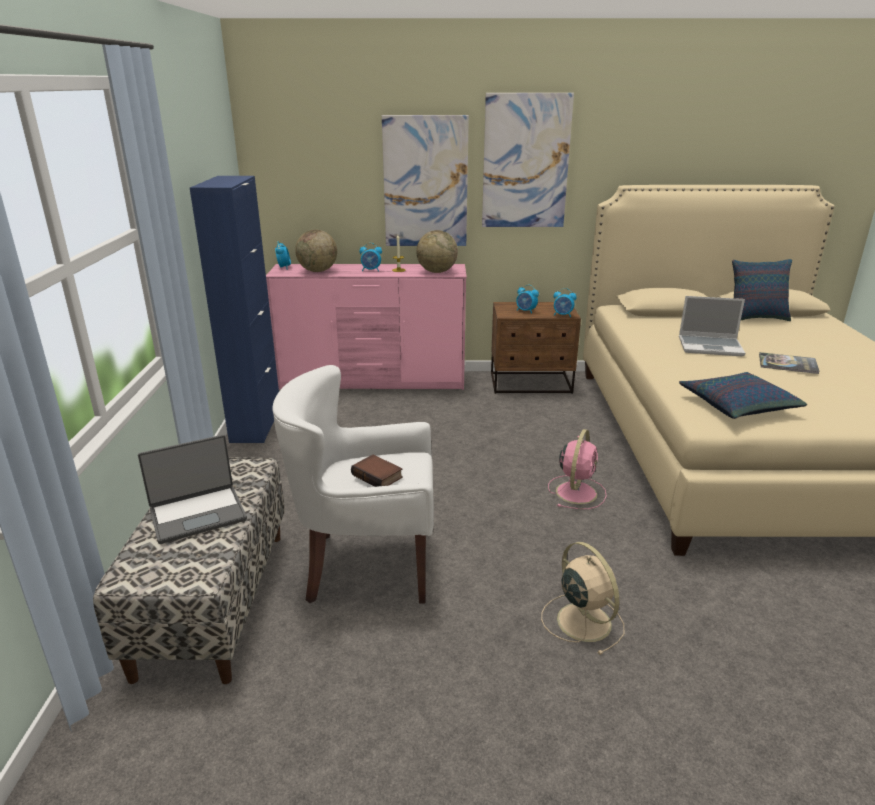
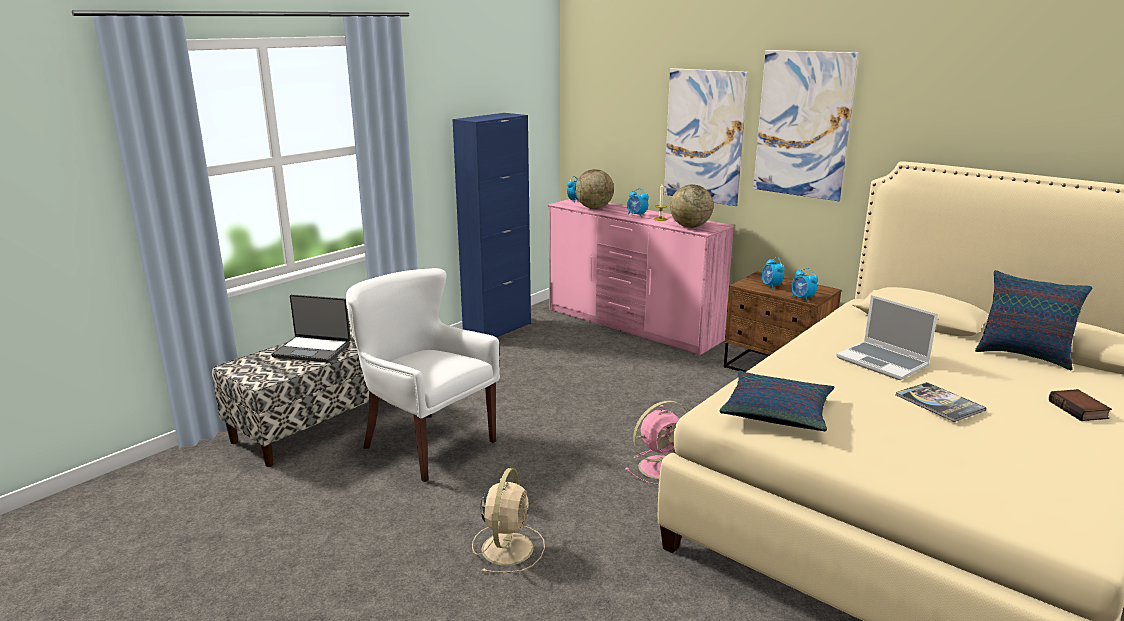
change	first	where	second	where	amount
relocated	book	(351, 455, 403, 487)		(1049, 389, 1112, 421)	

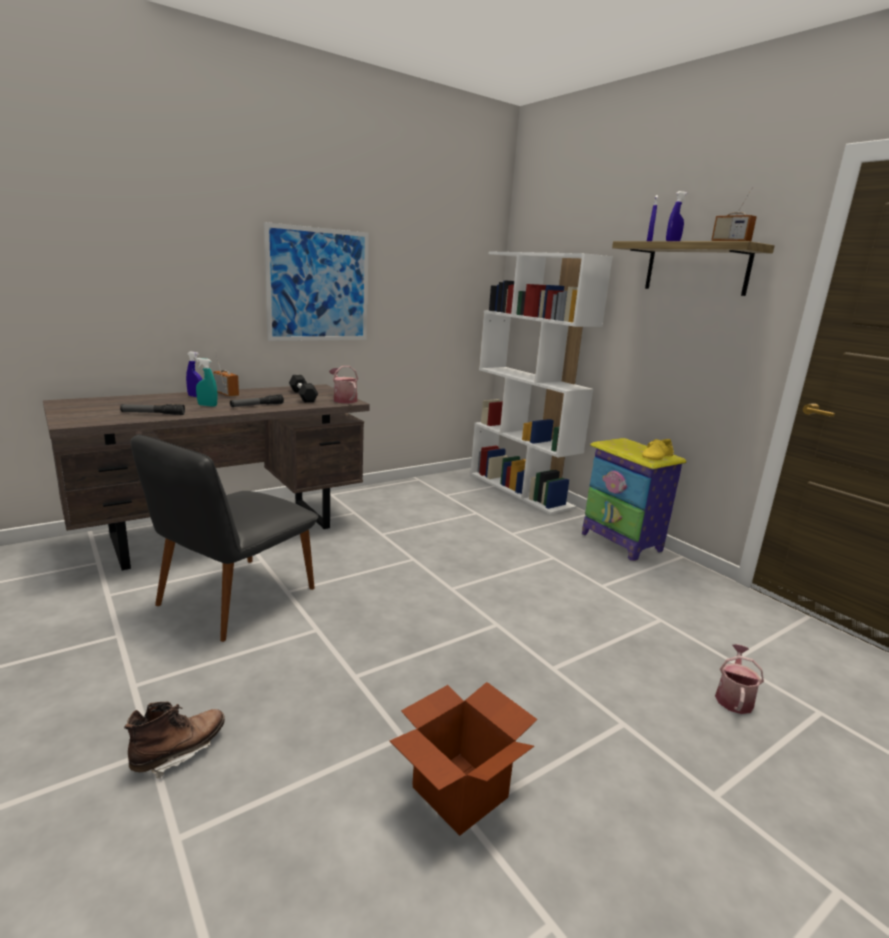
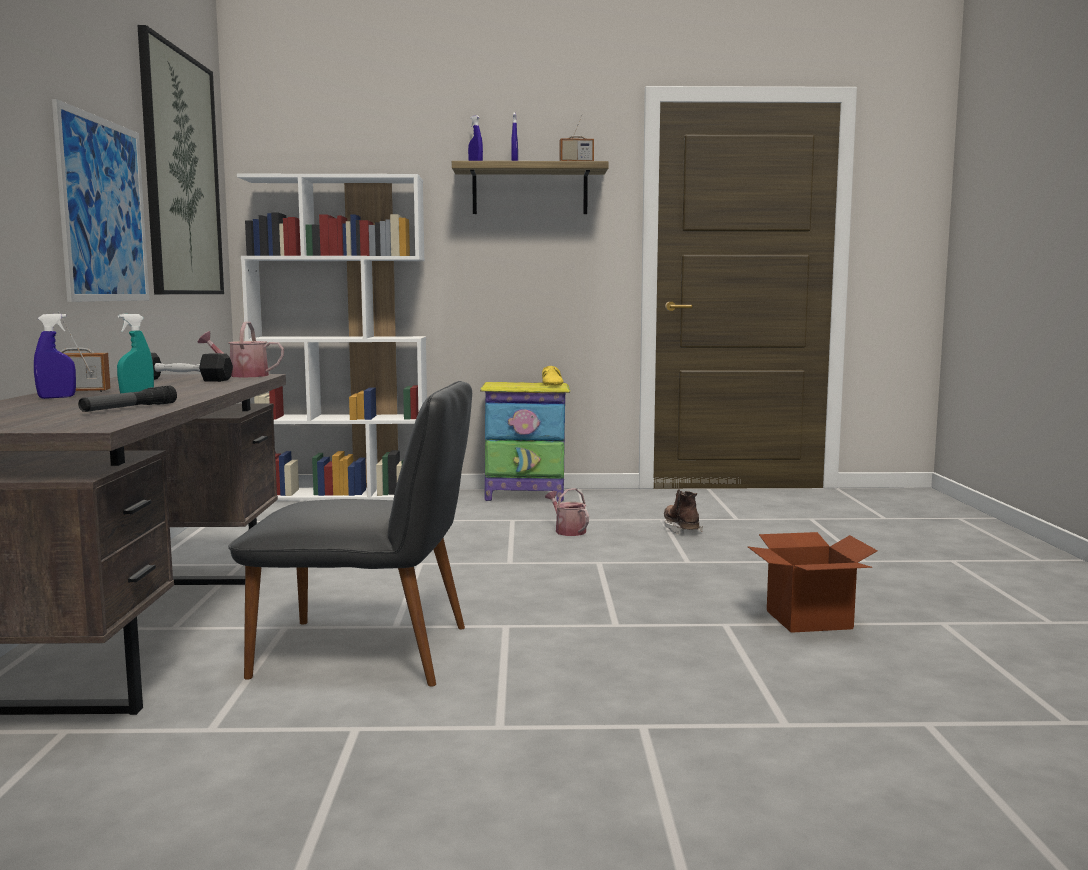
change	first	where	second	where	amount
relocated	boot/brown	(124, 702, 225, 779)		(664, 489, 703, 534)	
spun	chair/black	(131, 434, 318, 642)		(228, 381, 472, 687)	60 degrees counterclockwise
missing	flashlight	(230, 394, 284, 407)			
relocated	watering can	(715, 644, 764, 714)		(545, 488, 589, 536)	
appeared			picture	(137, 25, 224, 294)	

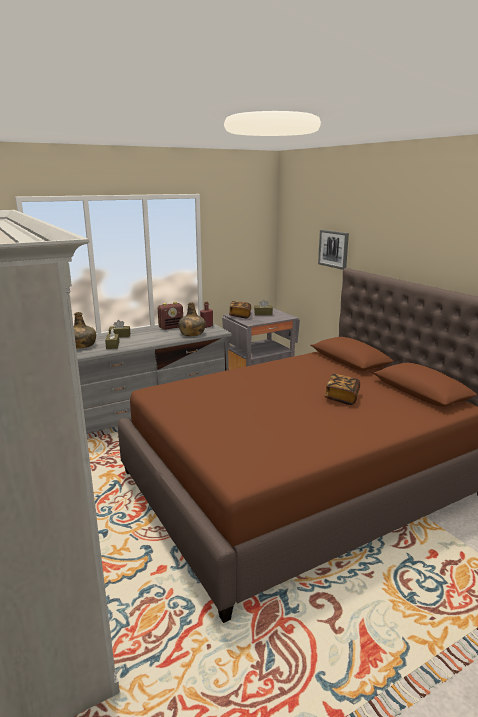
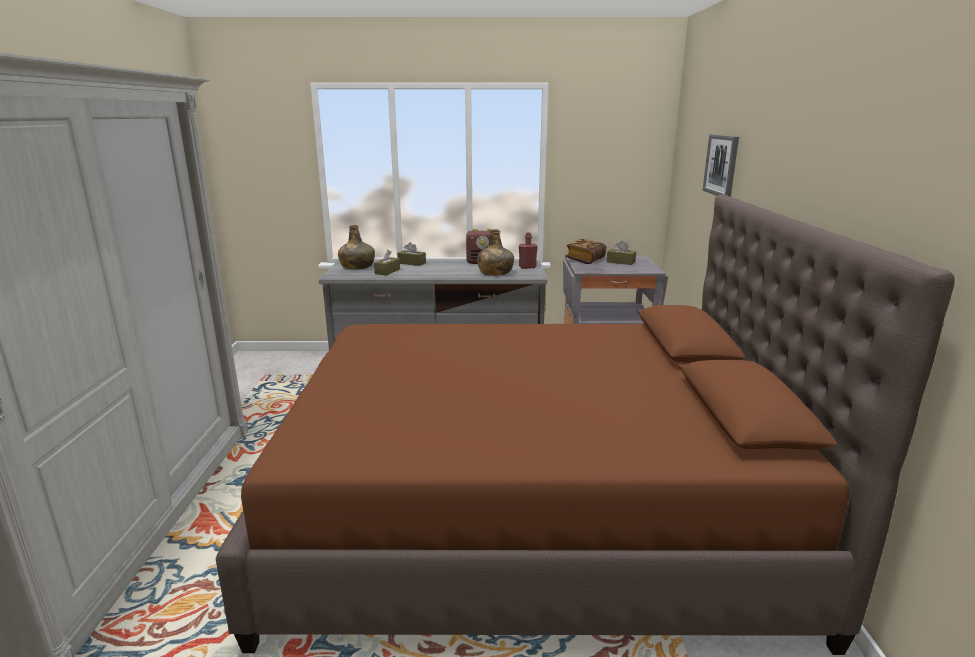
change	first	where	second	where	amount
missing	book	(324, 374, 360, 405)			

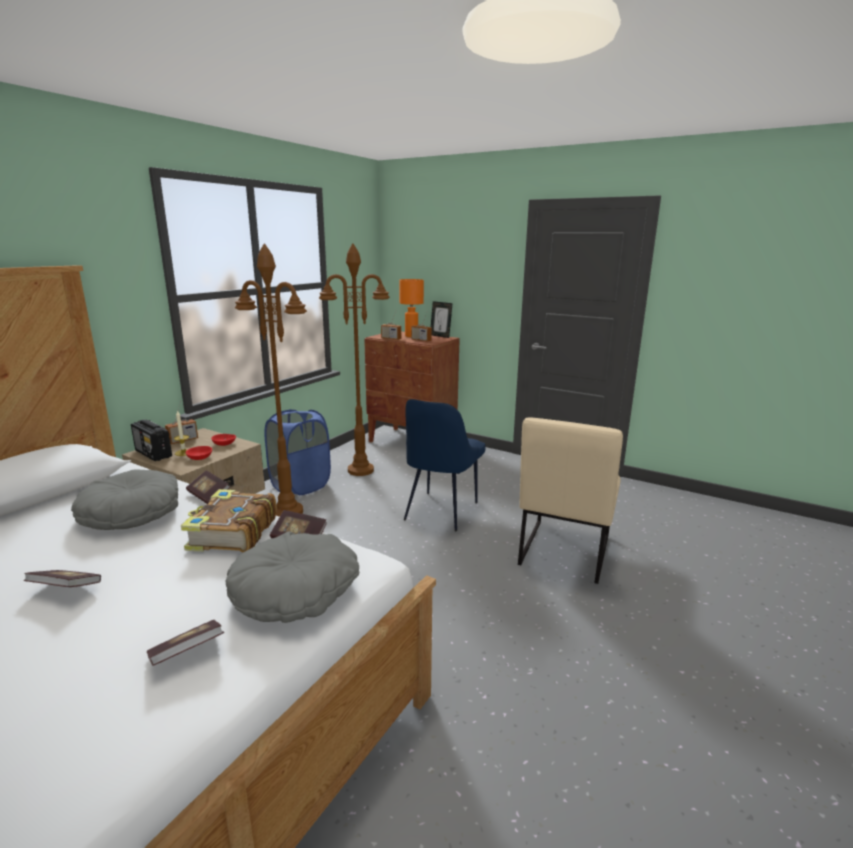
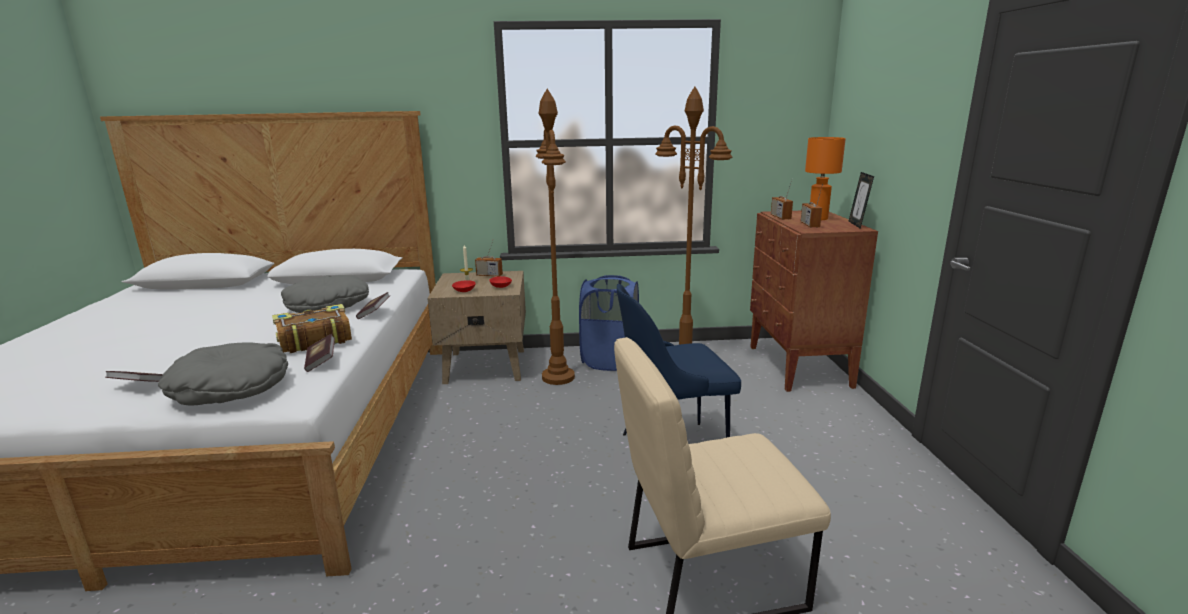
change	first	where	second	where	amount
missing	book	(24, 570, 101, 587)			
missing	radio	(131, 420, 172, 461)			

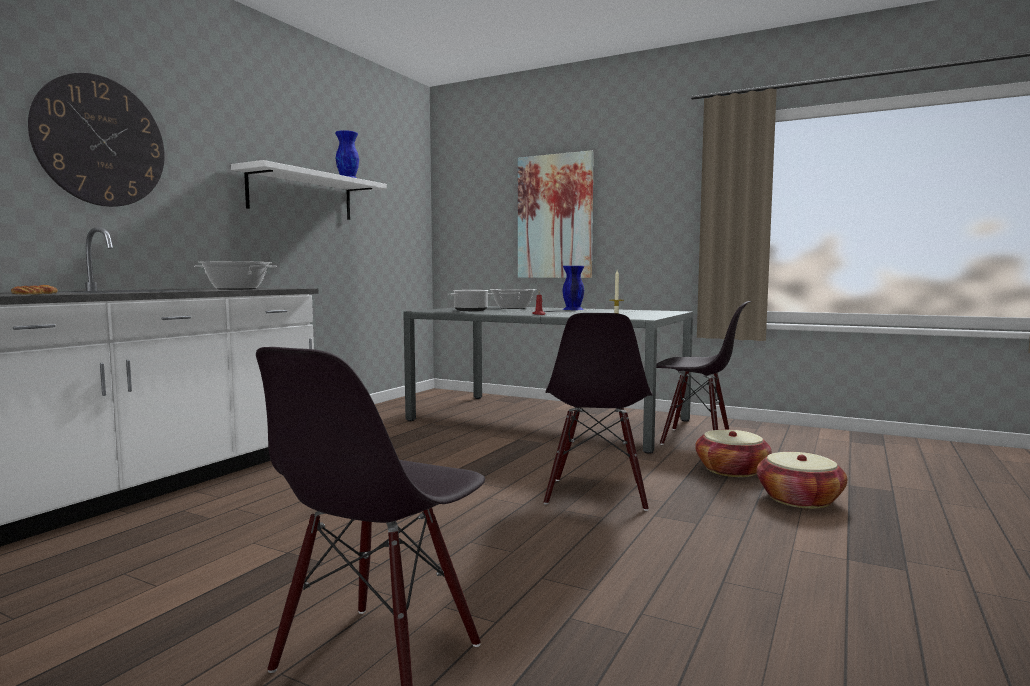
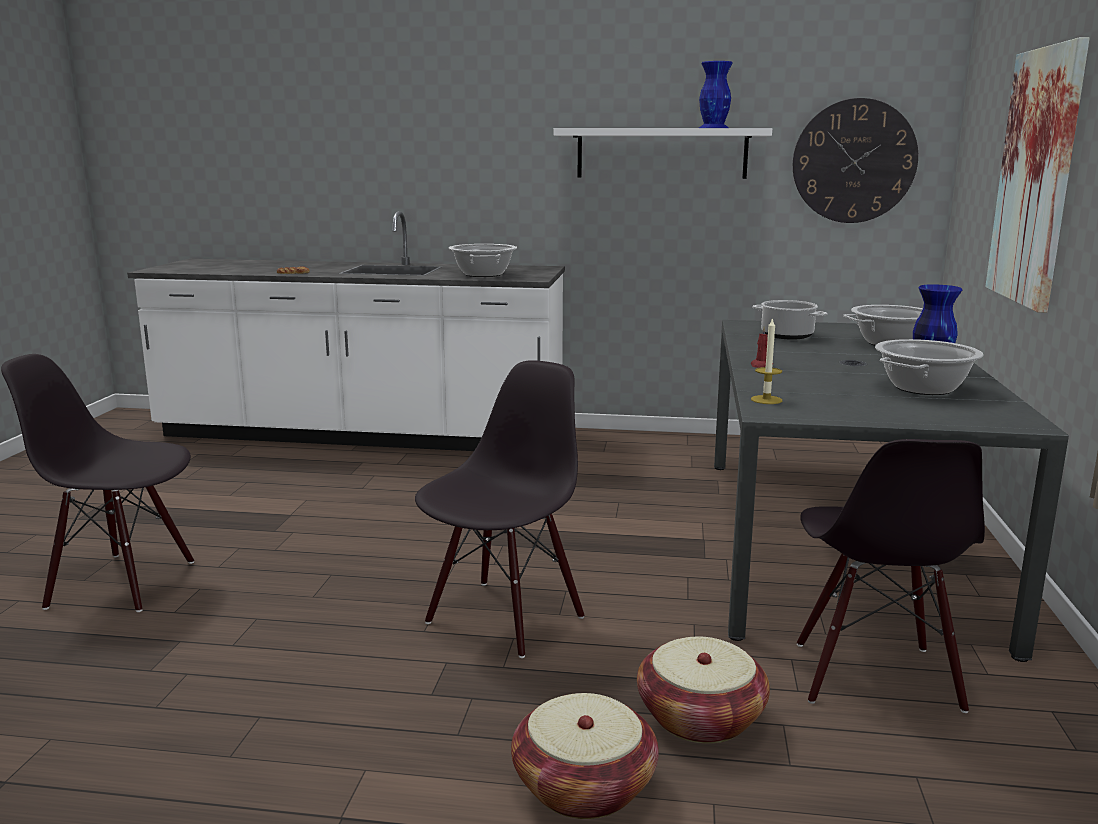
change	first	where	second	where	amount
relocated	wall clock	(28, 73, 165, 207)		(793, 98, 918, 223)	
spun	chair/black	(544, 313, 653, 511)		(415, 360, 585, 658)	135 degrees clockwise
appeared			cooking pot	(875, 339, 983, 395)	

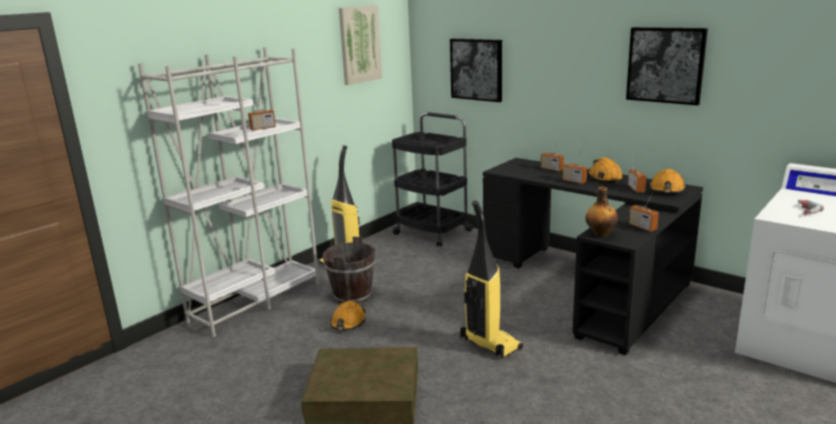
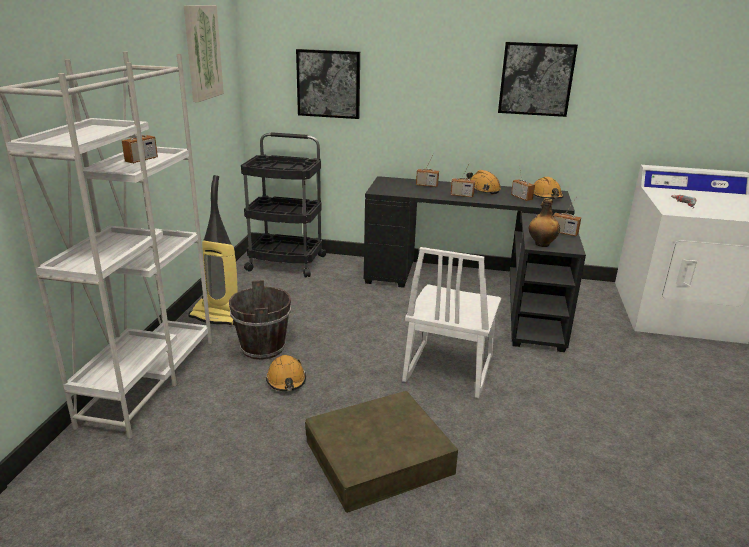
change	first	where	second	where	amount
exchanged	vacuum cleaner	(460, 200, 523, 359)	chair/white	(402, 247, 501, 398)	

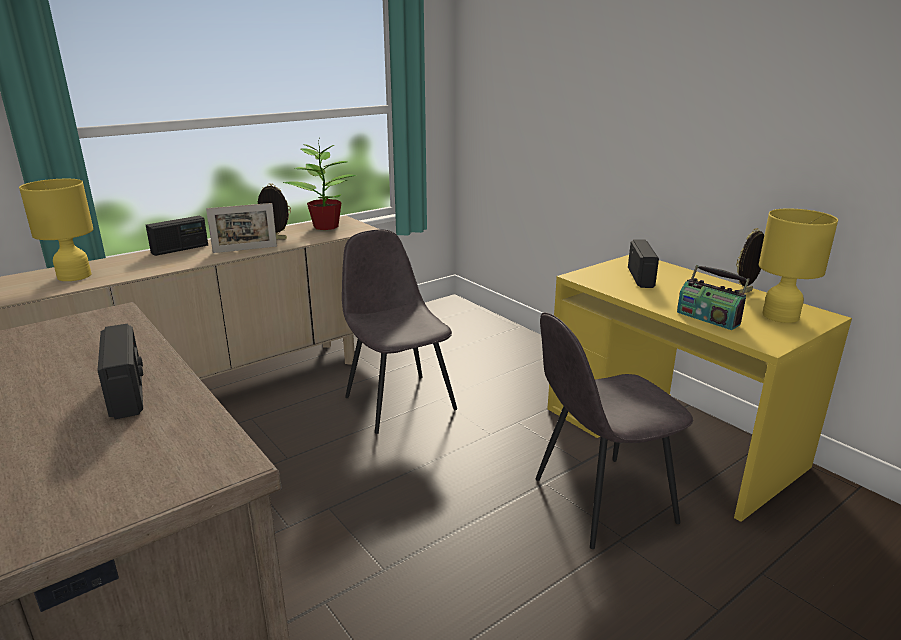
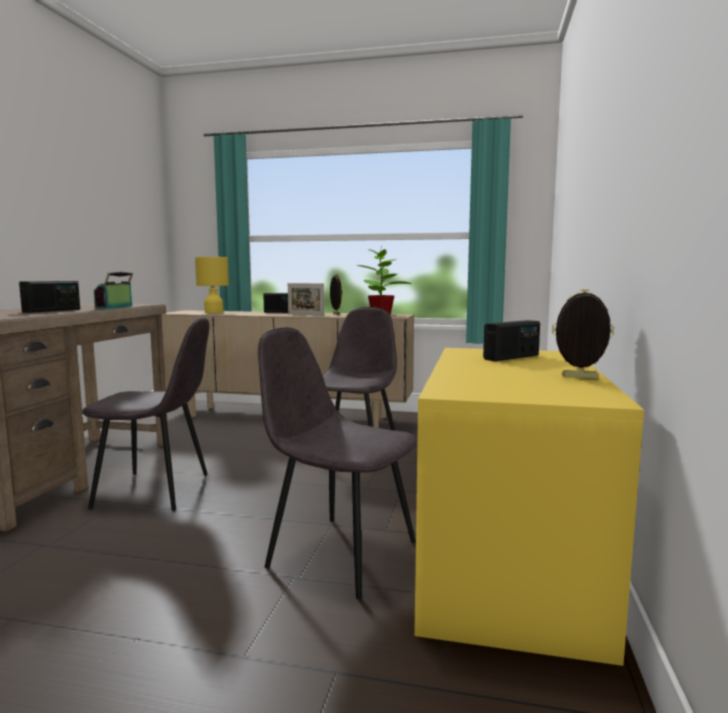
change	first	where	second	where	amount
relocated	radio	(677, 265, 750, 330)		(94, 271, 133, 309)	
missing	table lamp/yellow	(759, 209, 838, 323)			
appeared			chair/grey	(82, 318, 209, 511)	

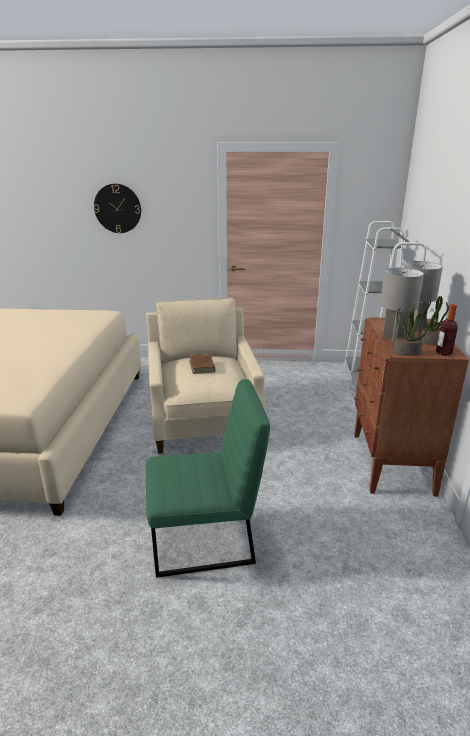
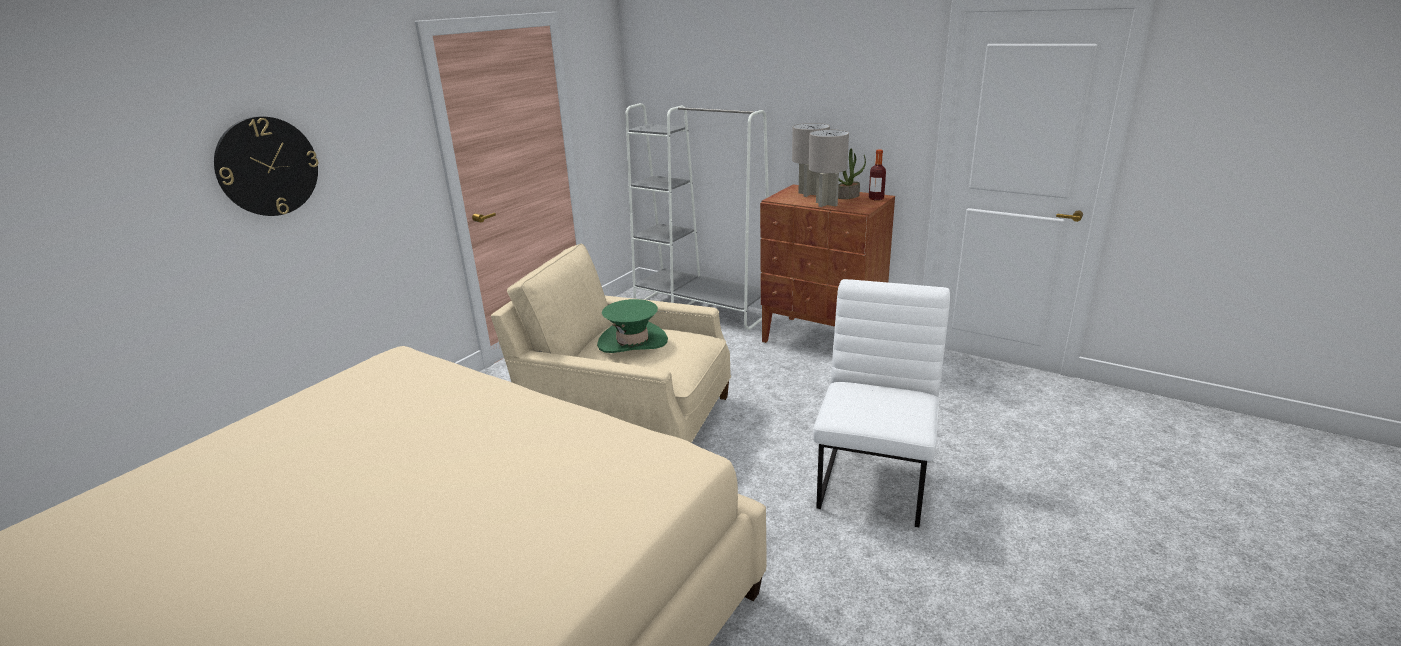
change	first	where	second	where	amount
colour	chair/green	(146, 379, 270, 578)	chair/white	(813, 279, 950, 527)	
exchanged	book/brown	(189, 353, 215, 374)	hat/green	(597, 299, 668, 353)	
missing	potted plant	(393, 304, 427, 356)			

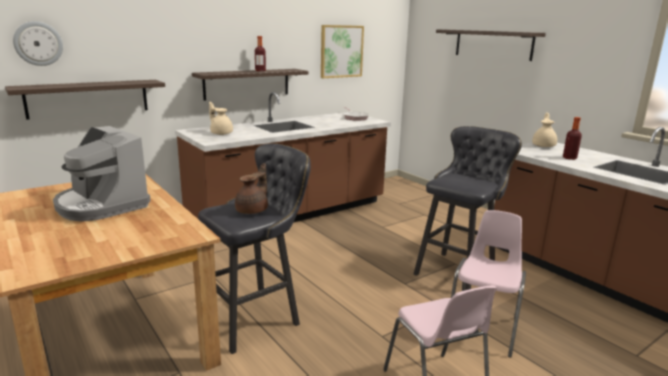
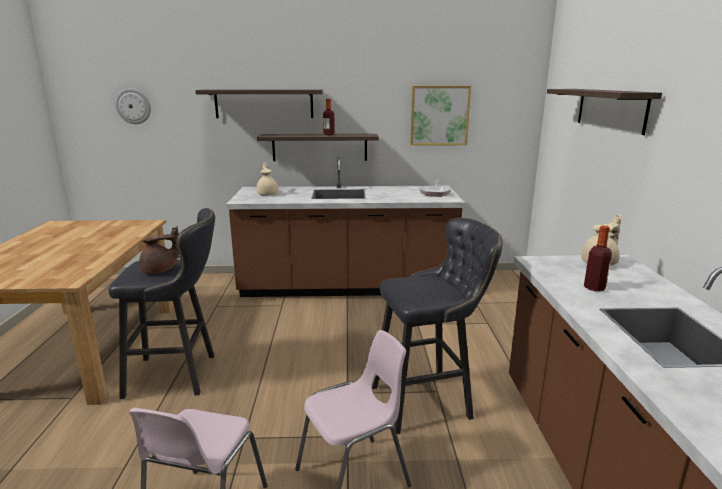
change	first	where	second	where	amount
relocated	shelf	(5, 80, 165, 120)		(195, 89, 323, 118)	
missing	coffee machine	(53, 126, 151, 222)			

